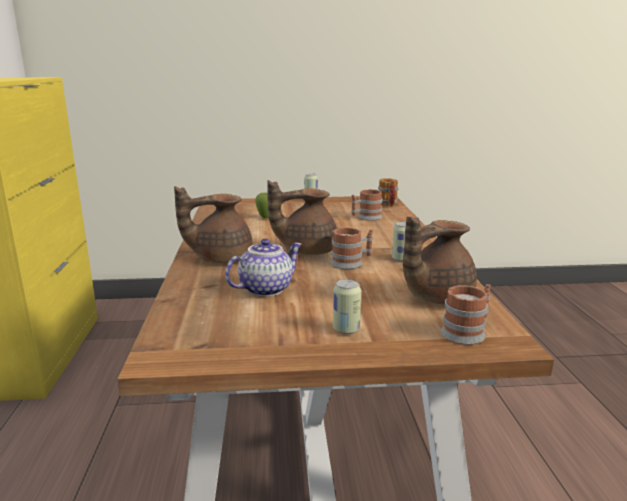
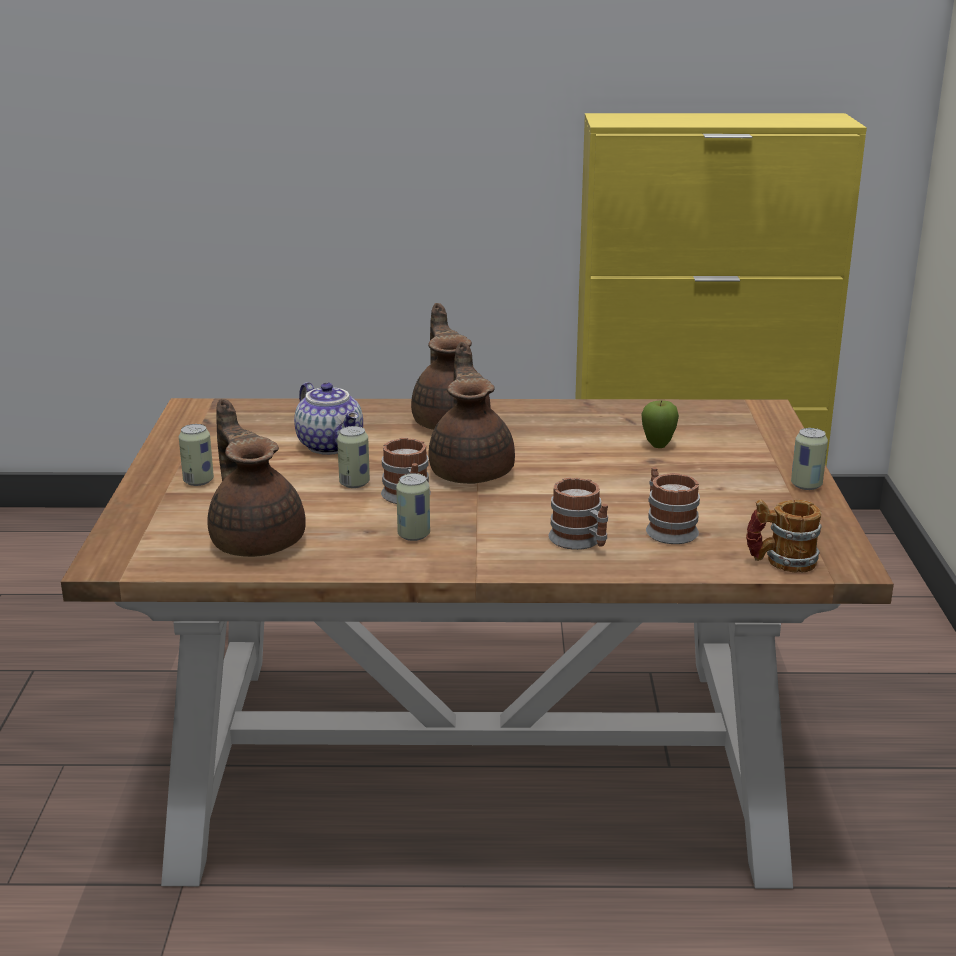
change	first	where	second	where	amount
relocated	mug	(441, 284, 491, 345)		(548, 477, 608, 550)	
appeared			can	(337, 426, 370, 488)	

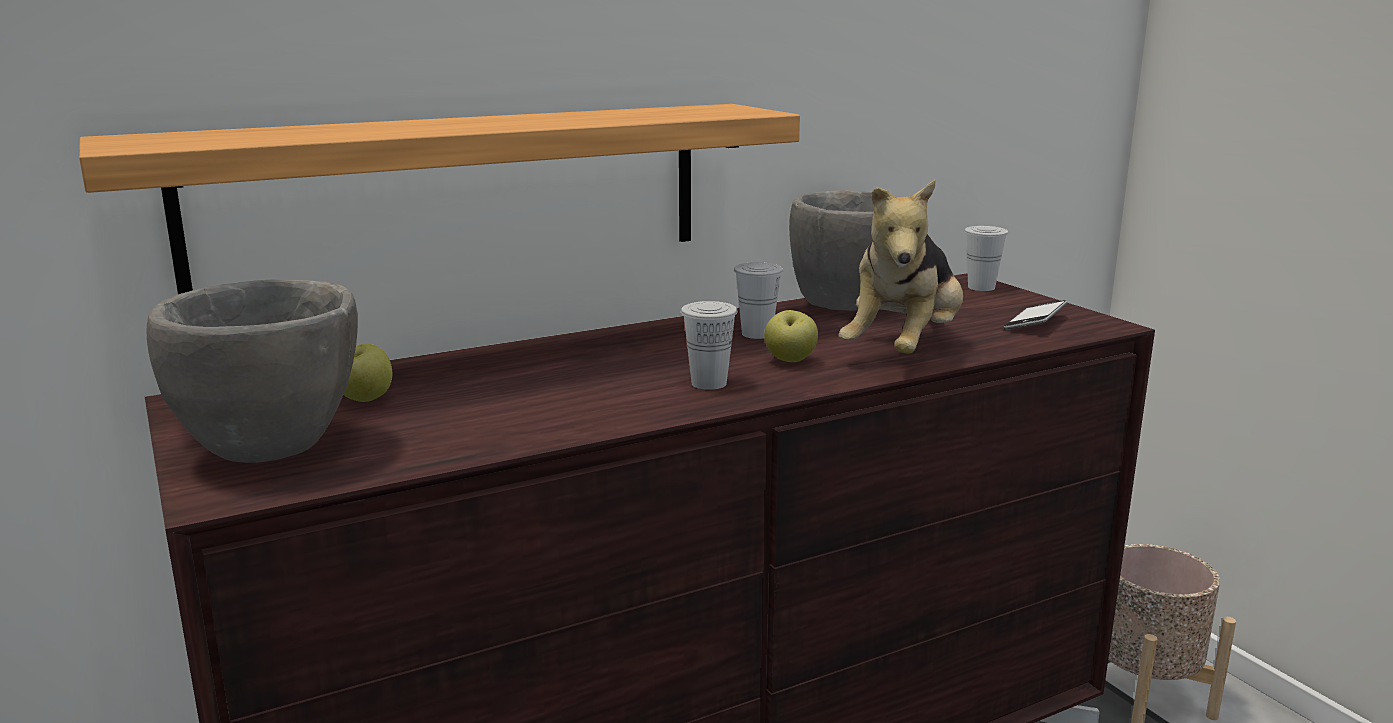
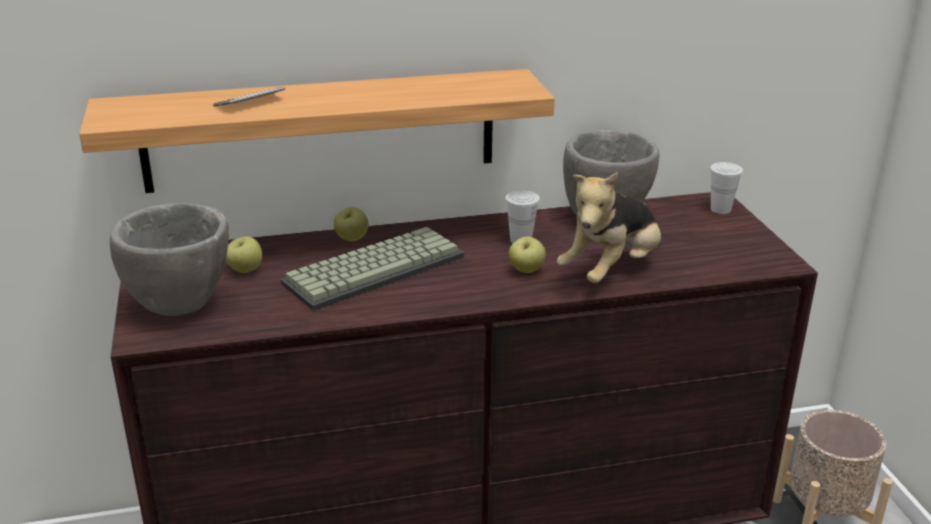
change	first	where	second	where	amount
missing	cup/white	(681, 301, 738, 390)			
relocated	phone	(1004, 300, 1067, 330)		(213, 87, 285, 107)	
appeared			keyboard	(281, 227, 464, 311)	
appeared			apple	(334, 207, 369, 241)	

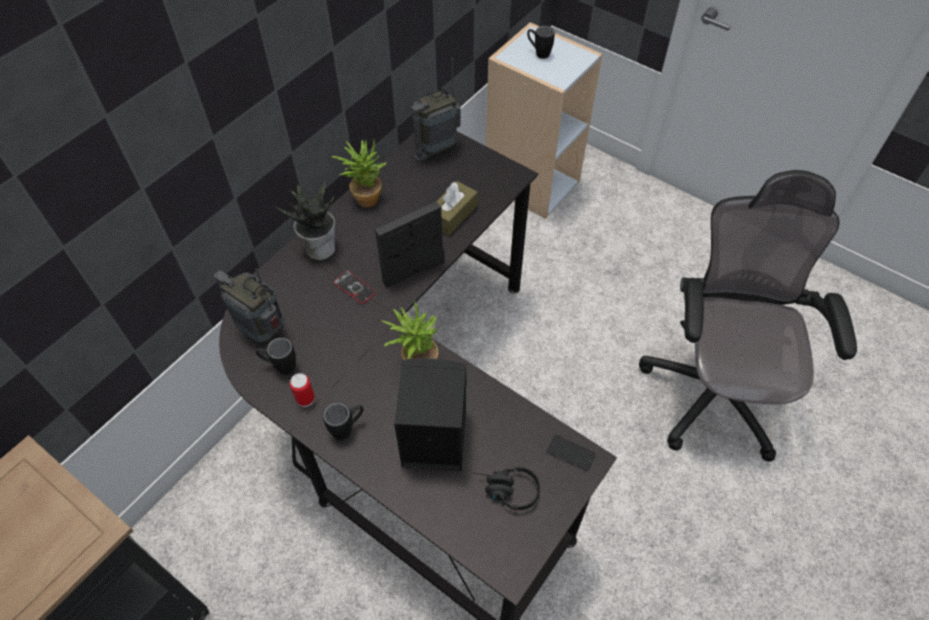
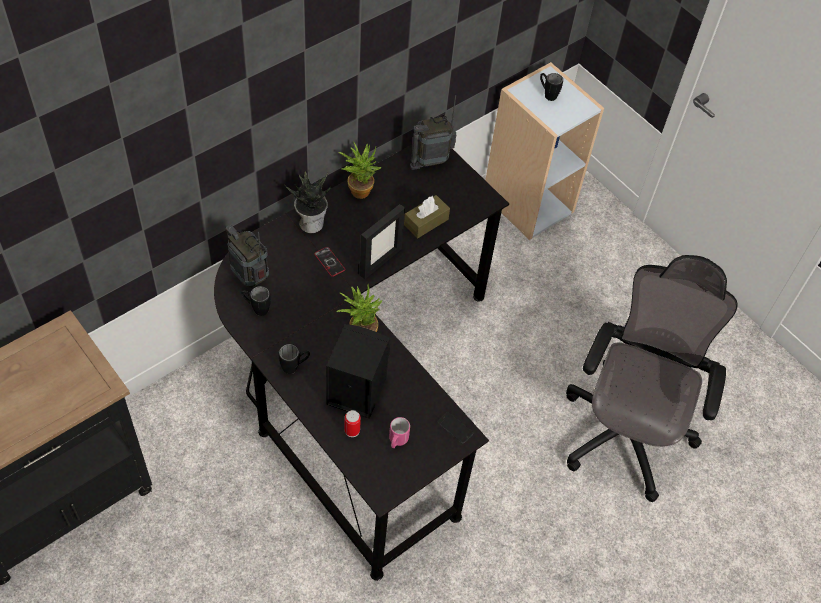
change	first	where	second	where	amount
relocated	can	(290, 373, 315, 407)		(344, 410, 361, 437)	
spun	picture frame	(375, 201, 445, 288)		(358, 204, 405, 279)	150 degrees clockwise
exchanged	headphones/black	(473, 466, 540, 511)	mug/pink	(389, 417, 410, 448)	

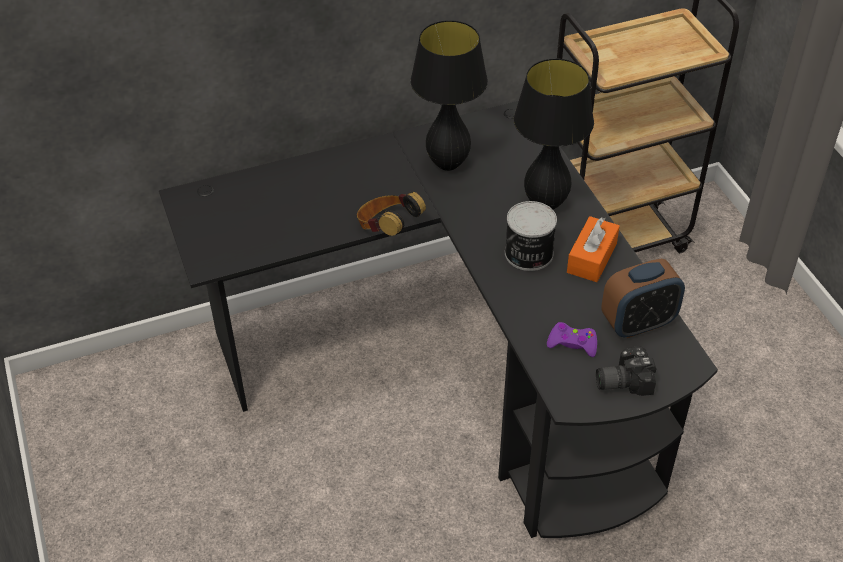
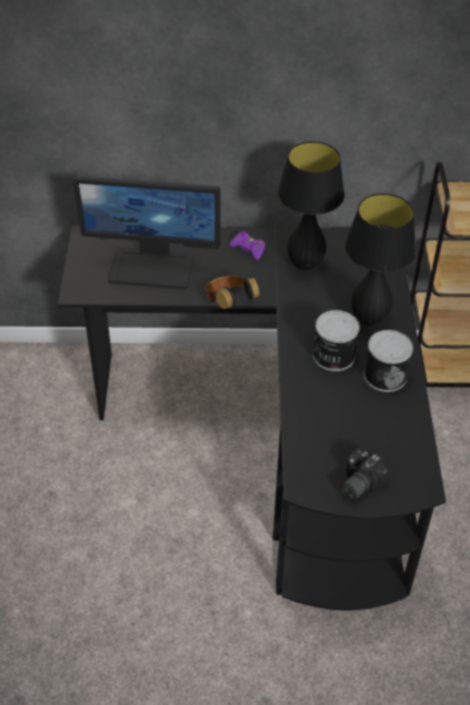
change	first	where	second	where	amount
relocated	game controller/purple	(547, 322, 597, 357)		(229, 232, 265, 260)	
exchanged	tissue box/orange	(567, 216, 620, 282)	can	(364, 330, 413, 392)	
spun	photo camera	(596, 346, 657, 396)		(340, 448, 390, 501)	60 degrees counterclockwise
missing	alarm clock	(601, 259, 685, 338)			
appeared			monitor	(73, 176, 220, 289)	

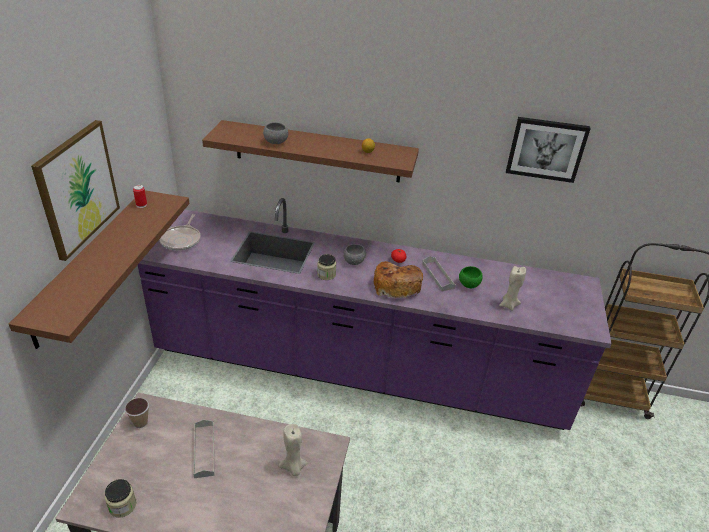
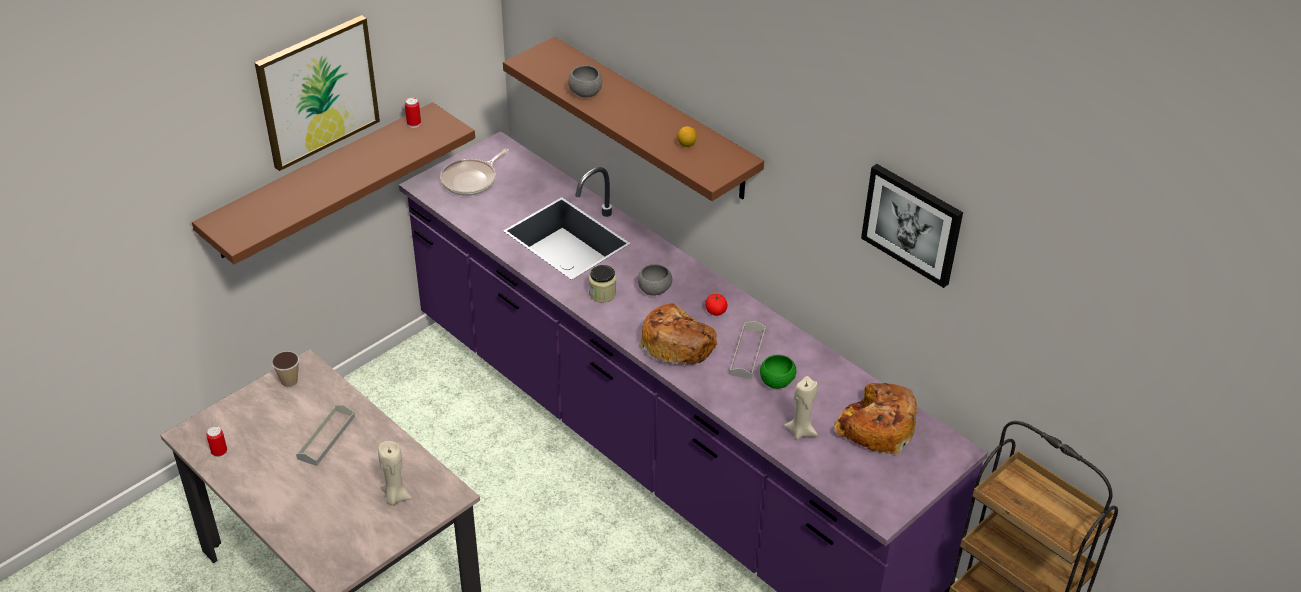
change	first	where	second	where	amount
exchanged	jar	(105, 479, 136, 517)	can	(206, 426, 227, 458)	
appeared			bread	(833, 383, 917, 455)	

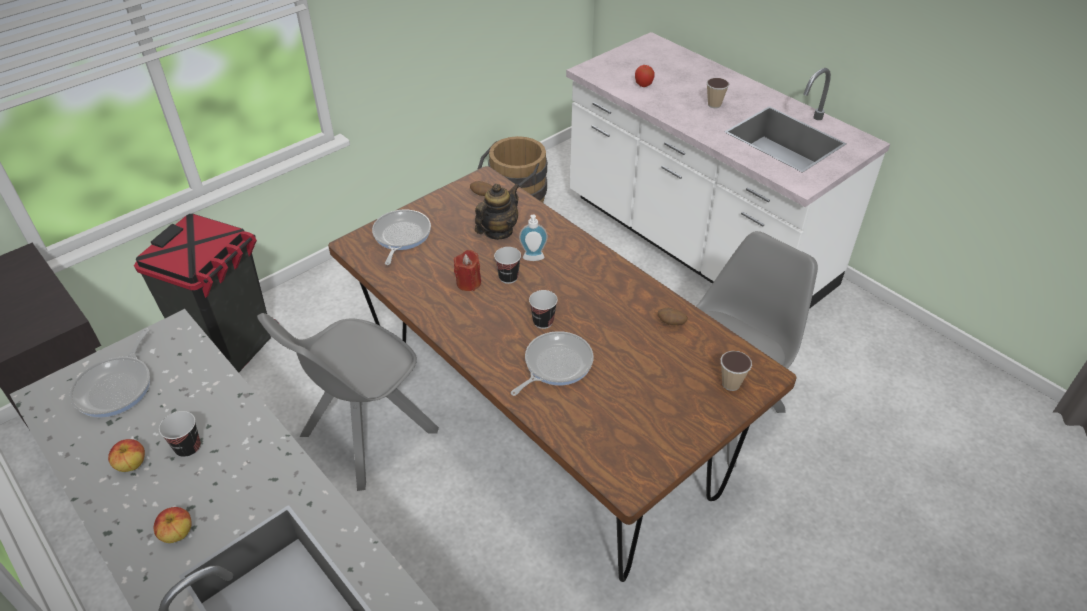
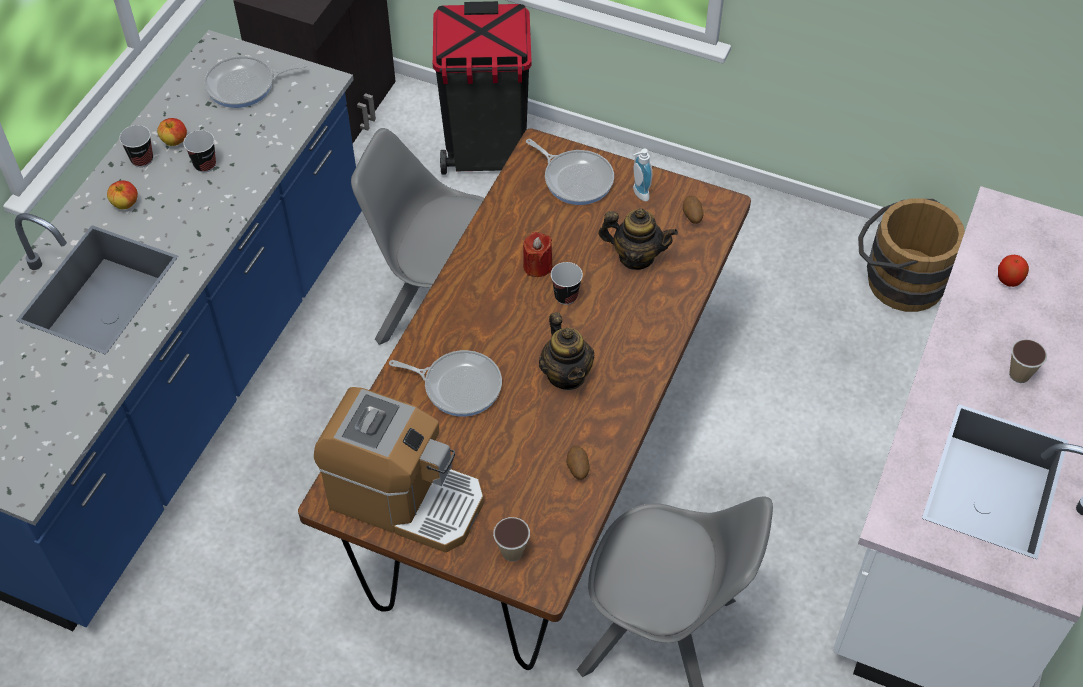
change	first	where	second	where	amount
spun	frying pan	(372, 210, 431, 265)		(526, 139, 614, 205)	60 degrees clockwise
relocated	soap dispenser	(519, 215, 548, 261)		(633, 149, 653, 201)	
relocated	cup	(529, 290, 558, 329)		(119, 125, 153, 167)	
appeared			coffee machine	(314, 387, 484, 553)	
appeared			teapot	(539, 312, 595, 390)	

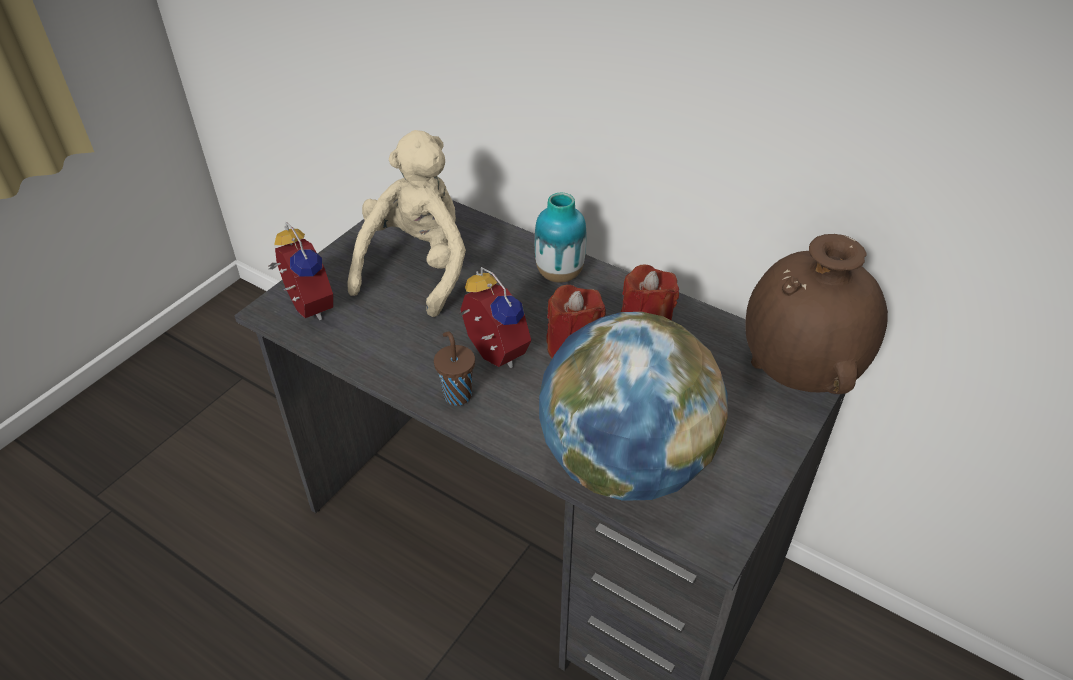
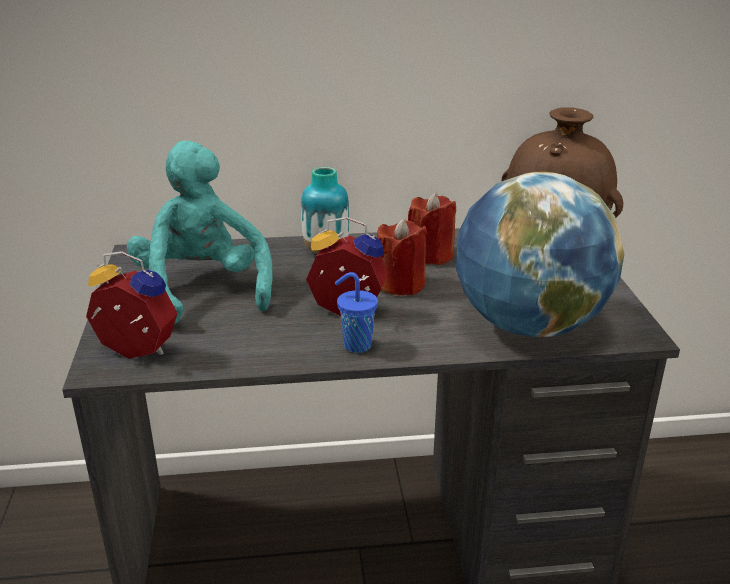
change	first	where	second	where	amount
colour	plush toy/beige	(348, 130, 466, 317)	plush toy/turquoise	(127, 141, 273, 325)	
colour	cup/brown	(434, 332, 475, 406)	cup/blue	(335, 272, 378, 353)	

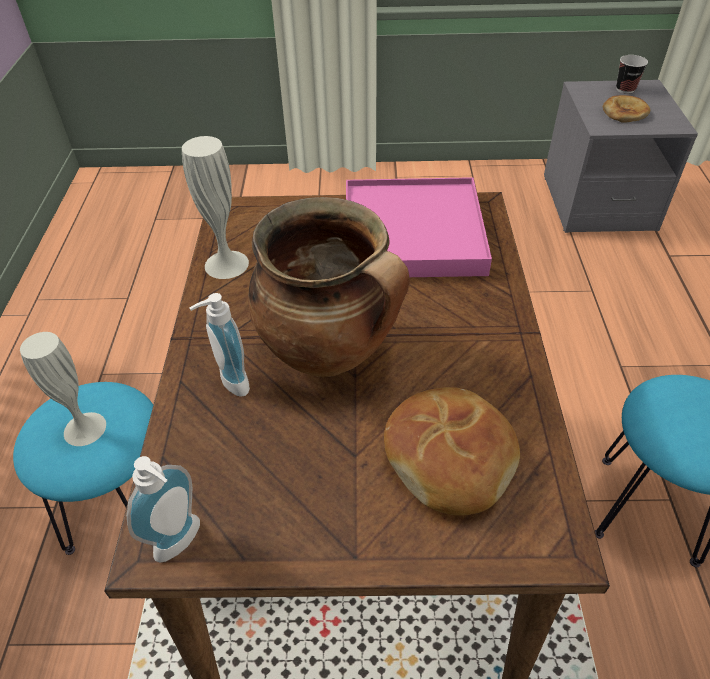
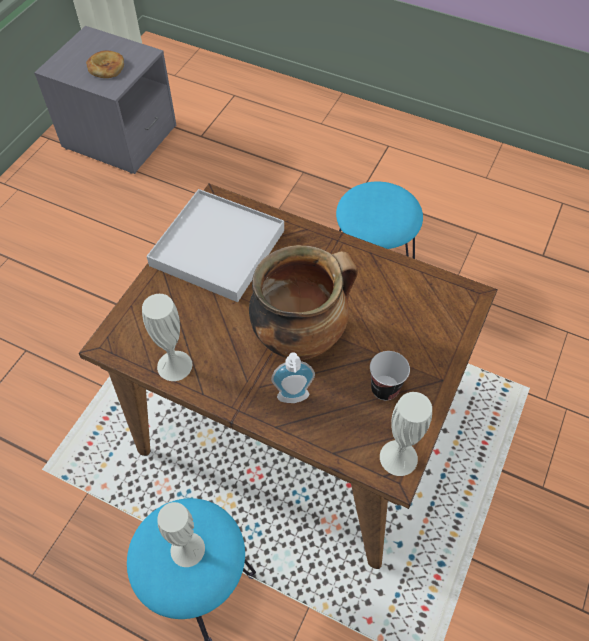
change	first	where	second	where	amount
exchanged	soap dispenser	(126, 456, 200, 563)	vase/white	(380, 392, 432, 476)	
colour	tray/pink	(346, 177, 492, 277)	tray/white	(146, 189, 284, 302)	
missing	bread	(384, 387, 520, 516)			
relocated	cup	(616, 55, 648, 94)		(370, 351, 410, 400)	

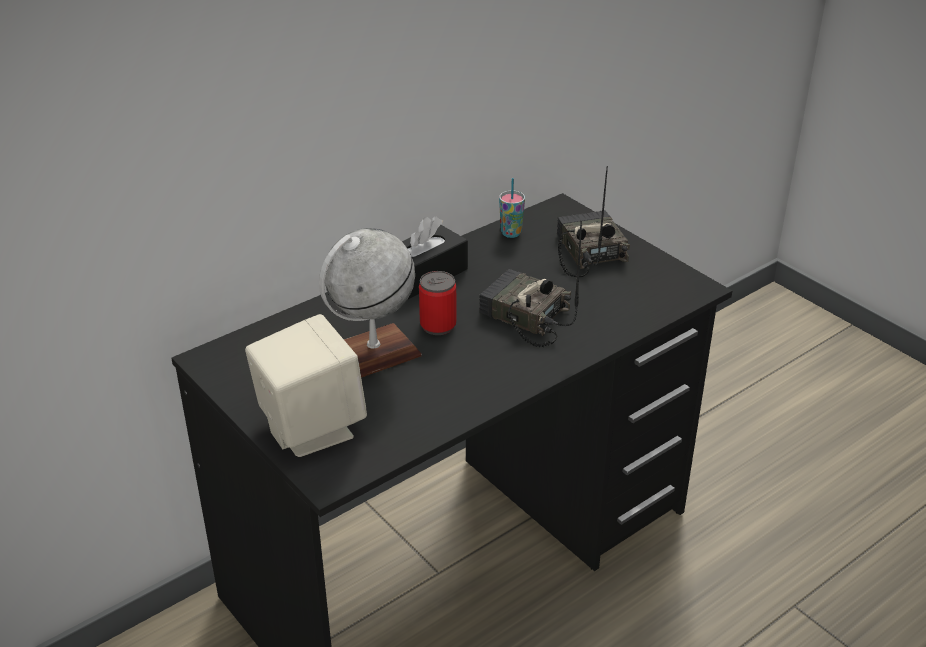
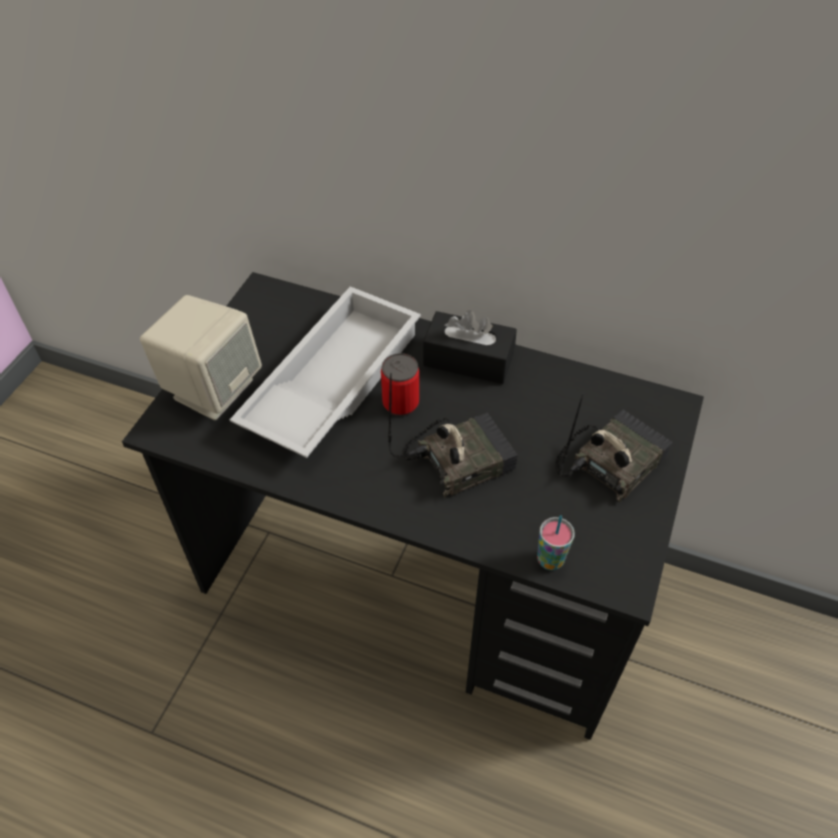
change	first	where	second	where	amount
exchanged	globe	(319, 228, 422, 378)	tray/white	(230, 286, 421, 458)	
spun	radio	(479, 220, 582, 347)		(388, 373, 518, 498)	60 degrees clockwise
relocated	cup	(499, 178, 525, 238)		(537, 515, 575, 570)	

